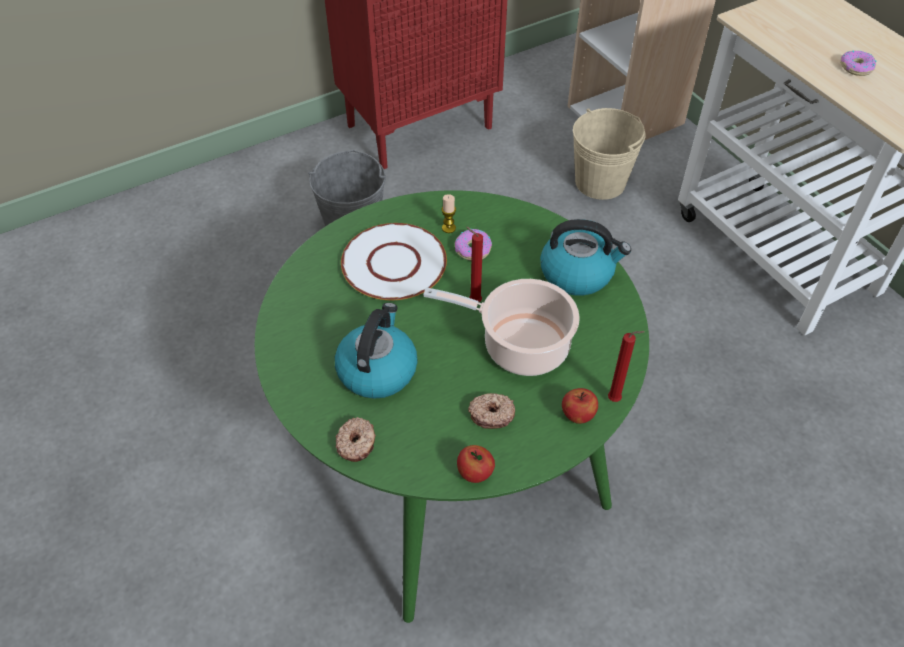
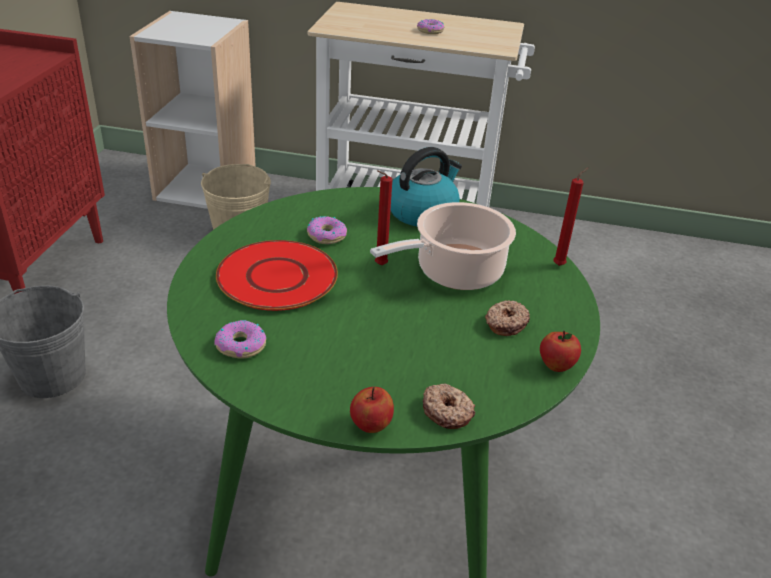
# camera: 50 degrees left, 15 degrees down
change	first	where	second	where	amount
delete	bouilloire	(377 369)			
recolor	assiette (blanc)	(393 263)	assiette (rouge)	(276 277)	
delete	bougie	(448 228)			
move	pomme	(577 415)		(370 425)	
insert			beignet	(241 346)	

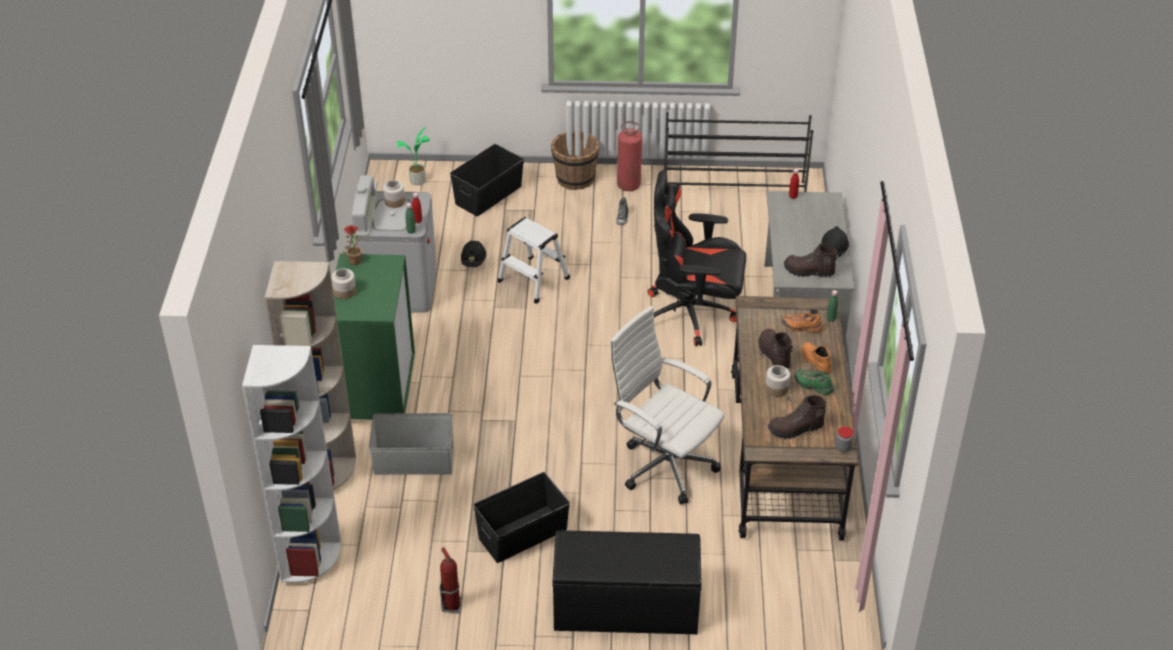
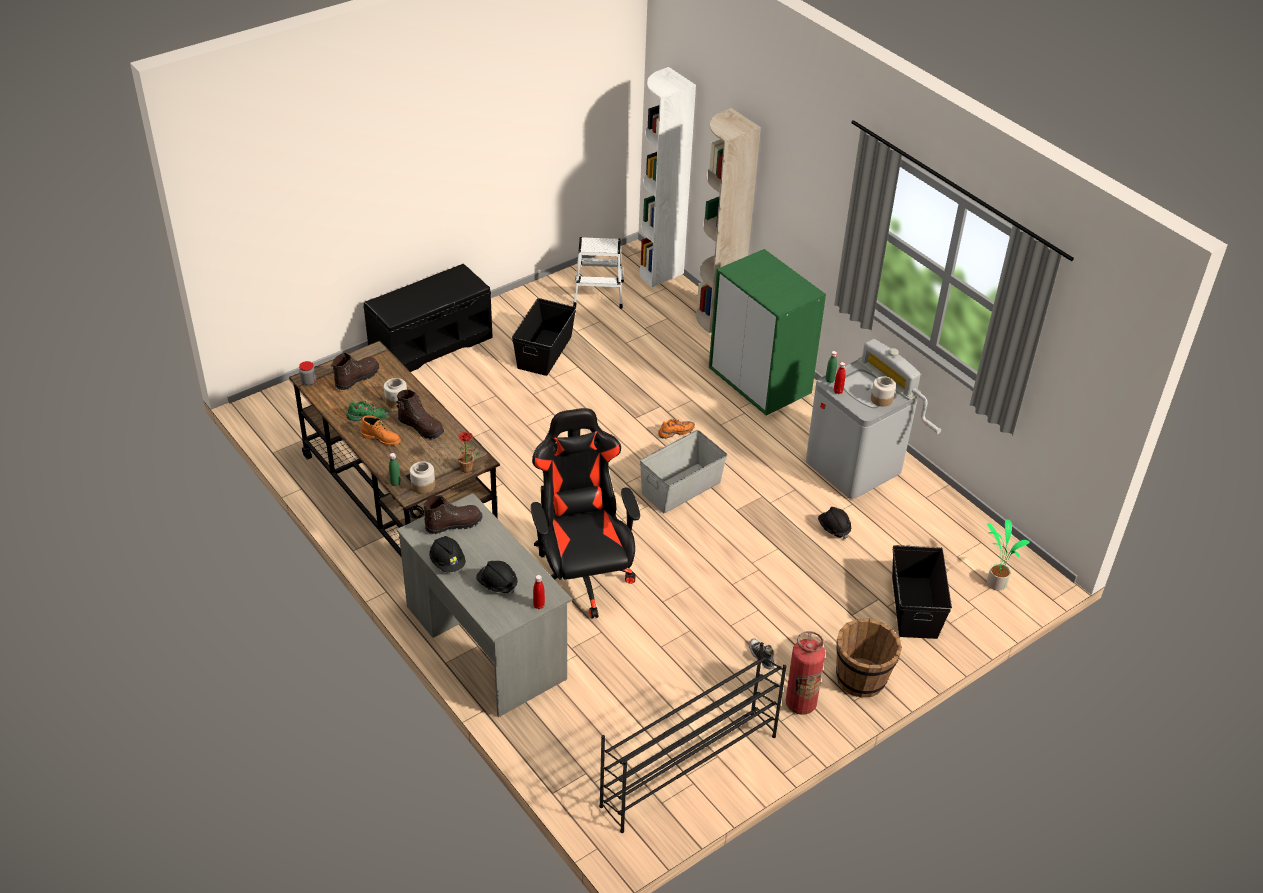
# camera: 140 degrees right, 0 degrees up
change	first	where	second	where	amount
move	bocal	(345 292)		(422 485)	
move	plante en pot	(354 260)		(469 469)	
move	boîte de rangement (gris)	(413 460)		(682 488)	
delete	extincteur	(452 605)			
move	escabeau (blanc)	(533 279)		(599 293)	
delete	chaise de bureau (blanc)	(663 465)			
rotate	chaise de bureau (noir)	(695 316)		(583 583)	75 degrees counterclockwise
move	chaussure (orange)	(801 327)		(675 432)	
insert			casque de chantier (noir)	(497 584)	

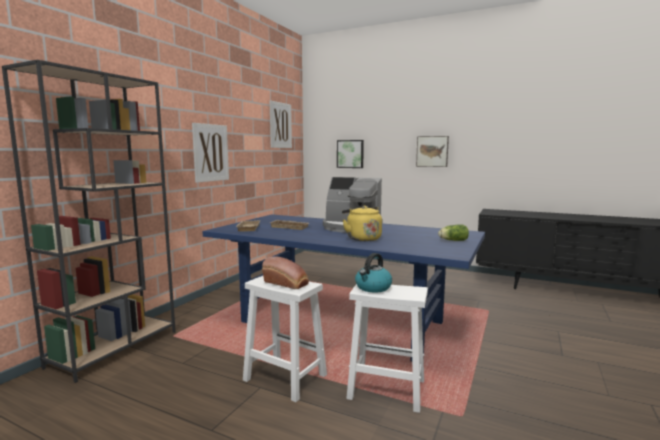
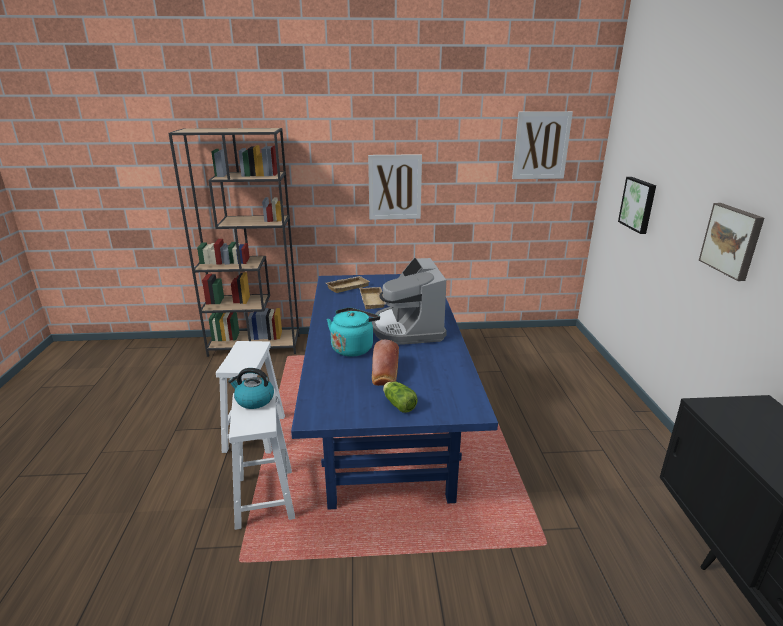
# camera: 60 degrees right, 15 degrees up
change	first	where	second	where	amount
move	pain	(287 283)		(385 374)	
recolor	bouilloire (jaune)	(362 238)	bouilloire (turquoise)	(353 348)	

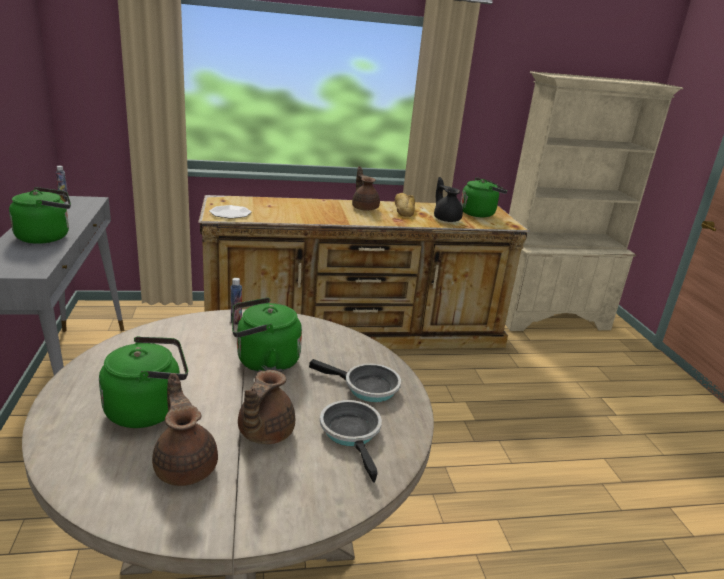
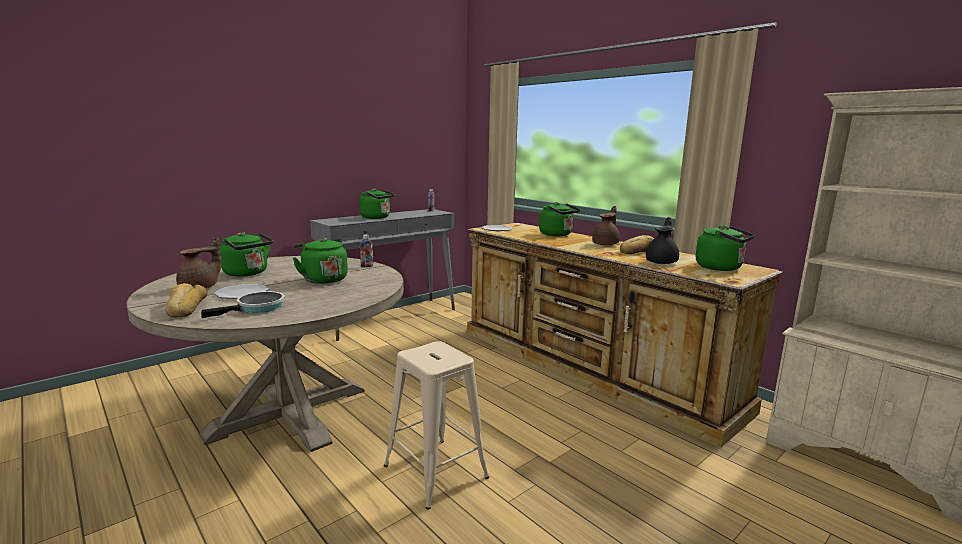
# camera: 60 degrees right, 10 degrees down
change	first	where	second	where	amount
replace	théière (marron)	(264 433)	assiette	(242 293)	
delete	poêle	(366 387)			
insert			pain	(185 307)	
insert			tabouret (beige)	(435 471)	
insert			bouilloire (vert)	(557 234)	

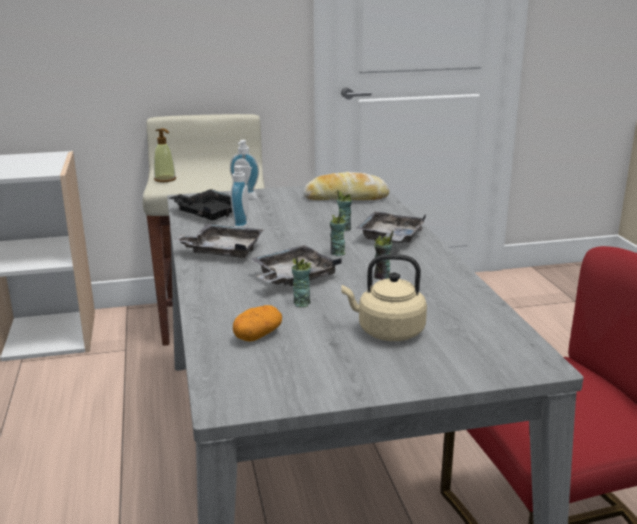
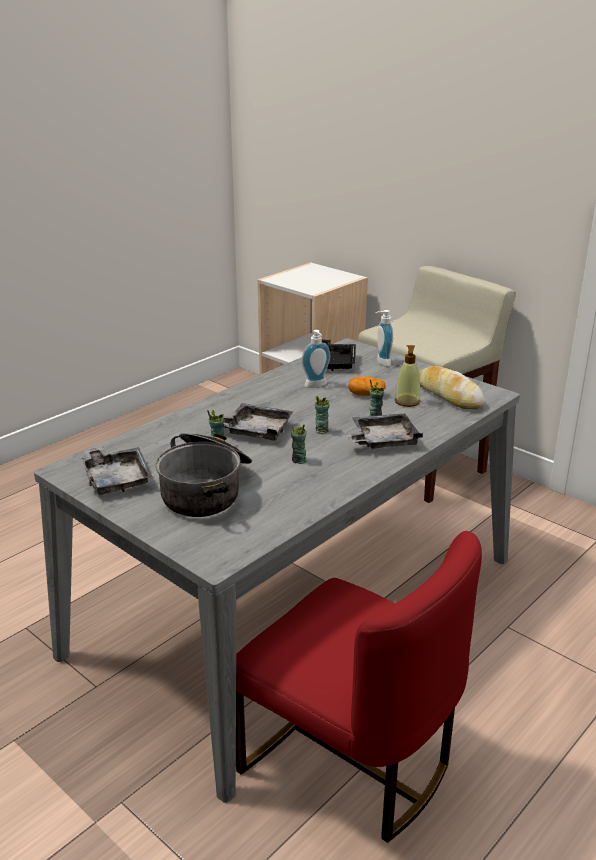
# camera: 55 degrees right, 5 degrees up
change	first	where	second	where	amount
move	distributeur de savon	(165 179)		(407 401)	
move	plateau (gris)	(222 251)		(116 479)	
move	pomme de terre	(257 335)		(366 395)	
replace	bouilloire (beige)	(387 331)	marmite	(207 489)	

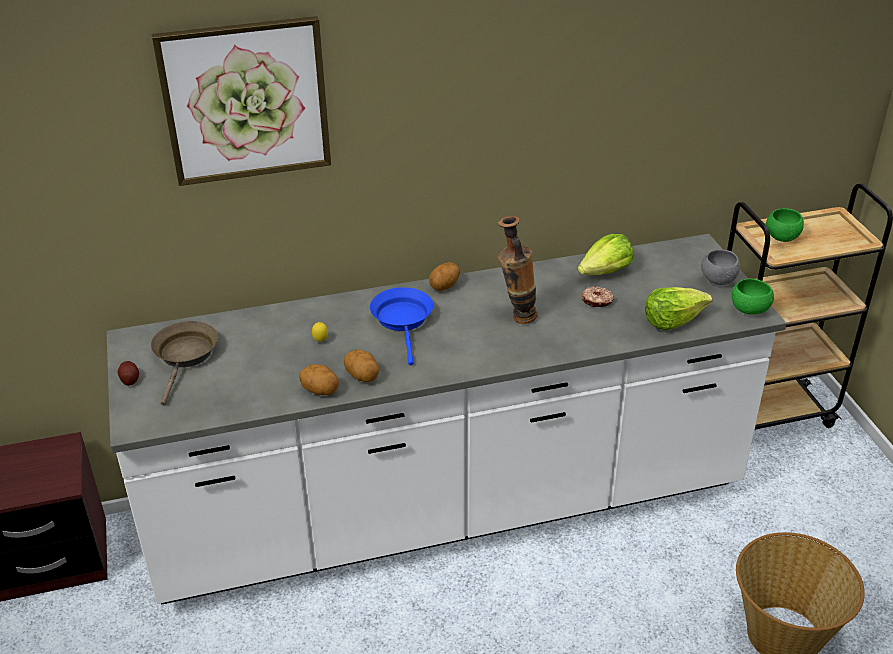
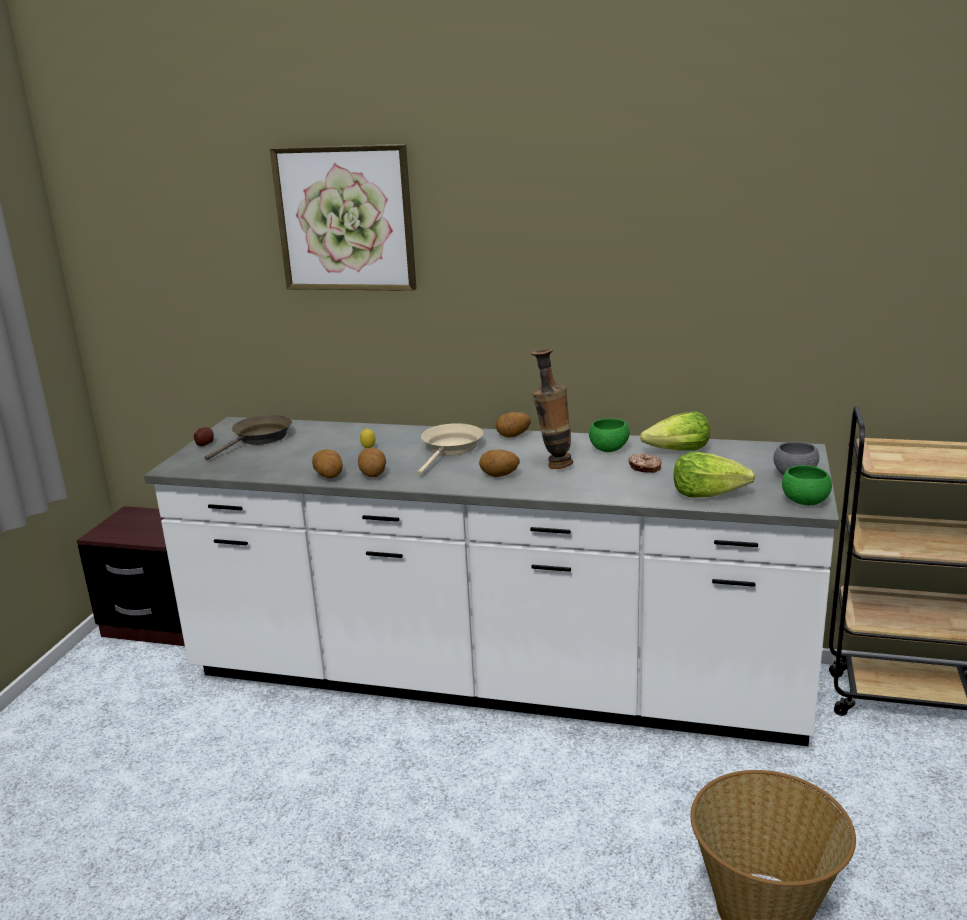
# camera: 30 degrees right, 15 degrees down
change	first	where	second	where	amount
recolor	poêle (bleu)	(403 320)	poêle (beige)	(451 449)	
move	bol (vert)	(781 237)		(608 449)	
insert			pomme de terre	(499 476)	

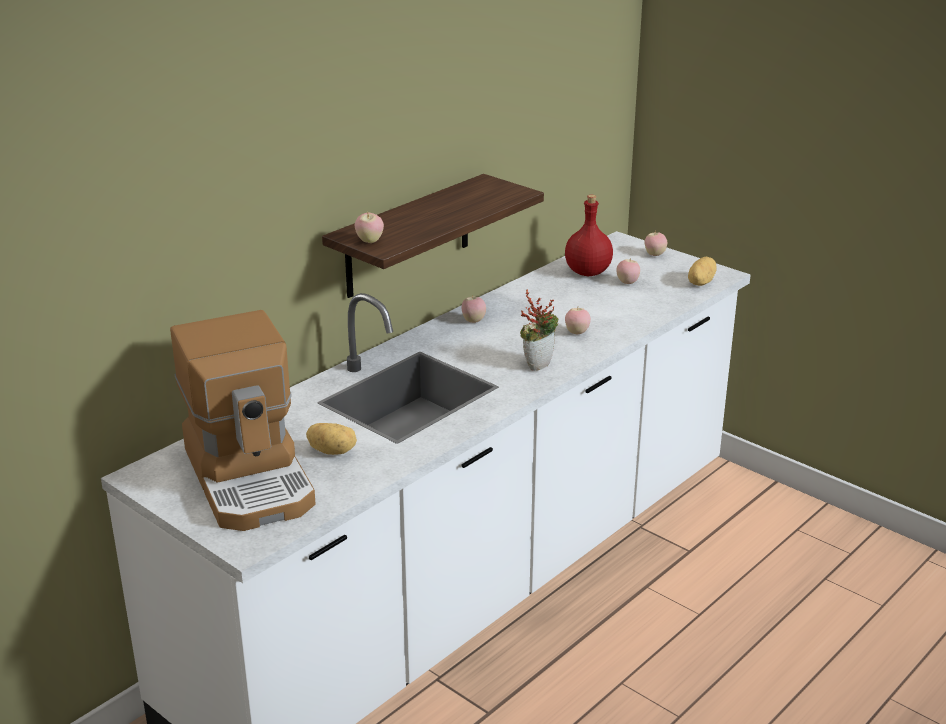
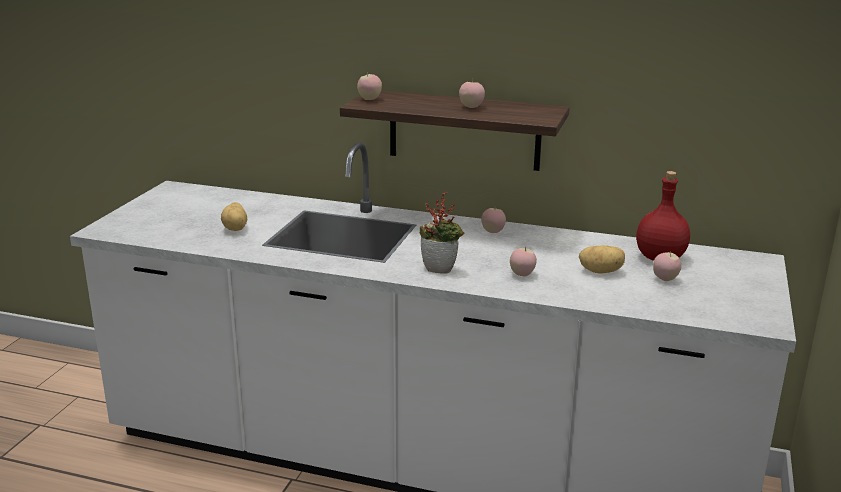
# camera: 65 degrees right, 5 degrees down
change	first	where	second	where	amount
delete	machine à café	(251 478)			
move	pomme	(655 254)		(471 107)	
move	pomme de terre	(699 282)		(601 271)	

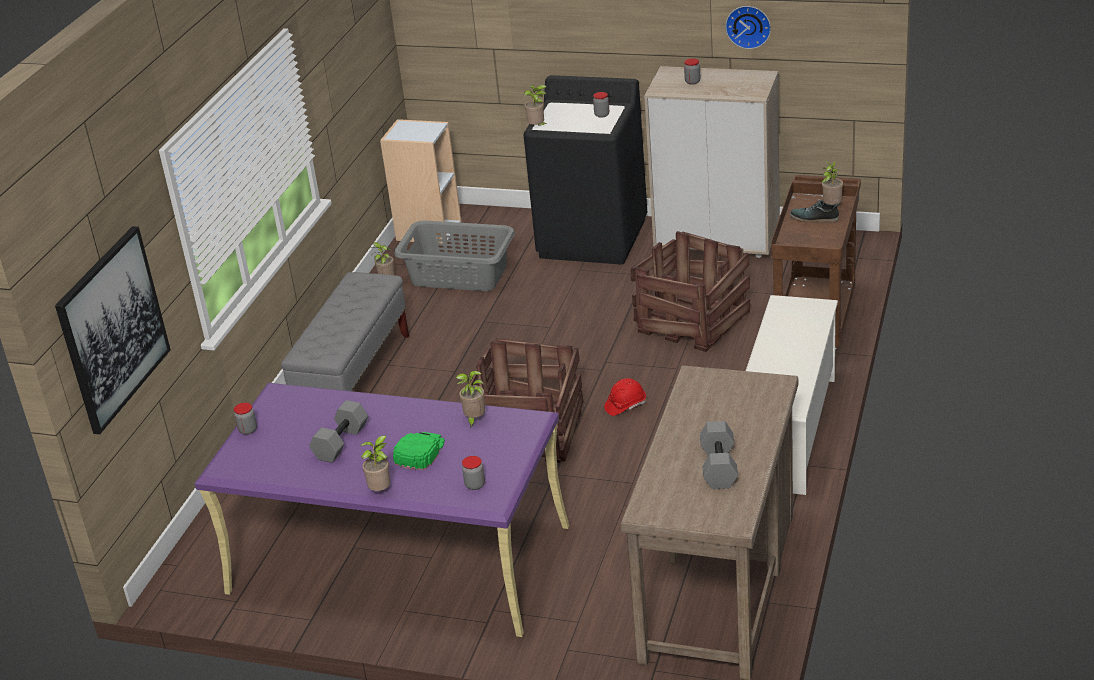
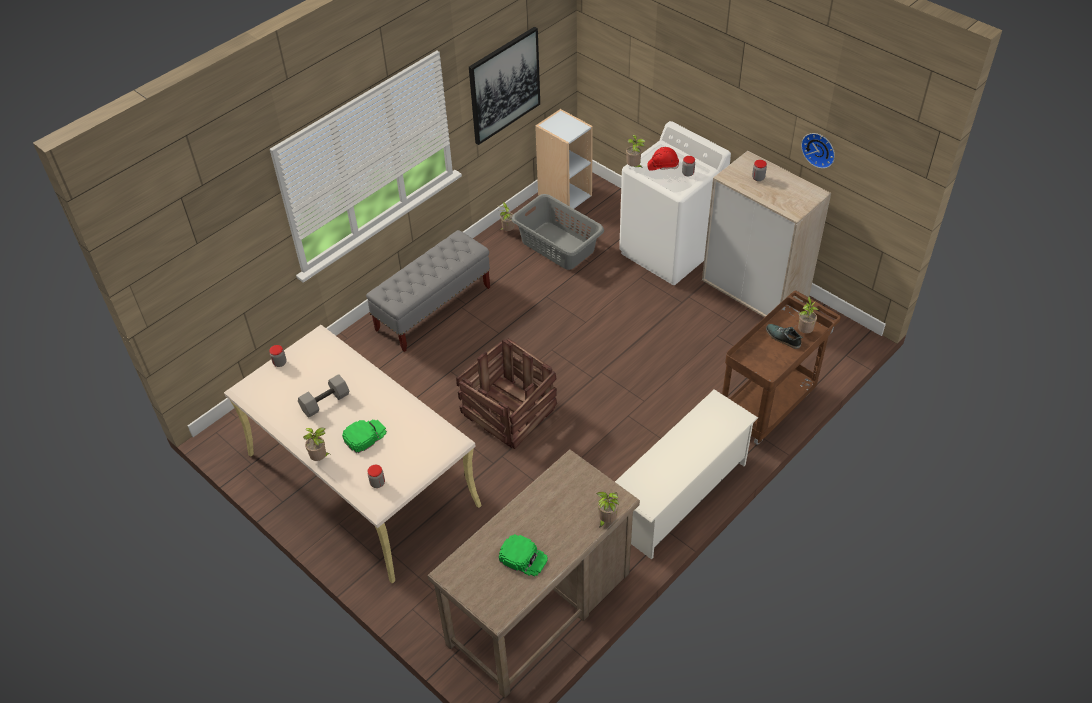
# camera: 25 degrees right, 15 degrees up
change	first	where	second	where	amount
move	tableau	(113 328)		(504 85)	
recolor	bureau (violet)	(397 559)	bureau (beige)	(361 479)	
move	plante en pot	(474 420)		(606 520)	
recolor	lave-linge (noir)	(593 238)	lave-linge (blanc)	(669 251)	
move	casque de chantier (rouge)	(625 405)		(662 166)	
delete	caisse	(693 322)			
replace	haltère (gris)	(717 466)	casquette (vert)	(523 558)	

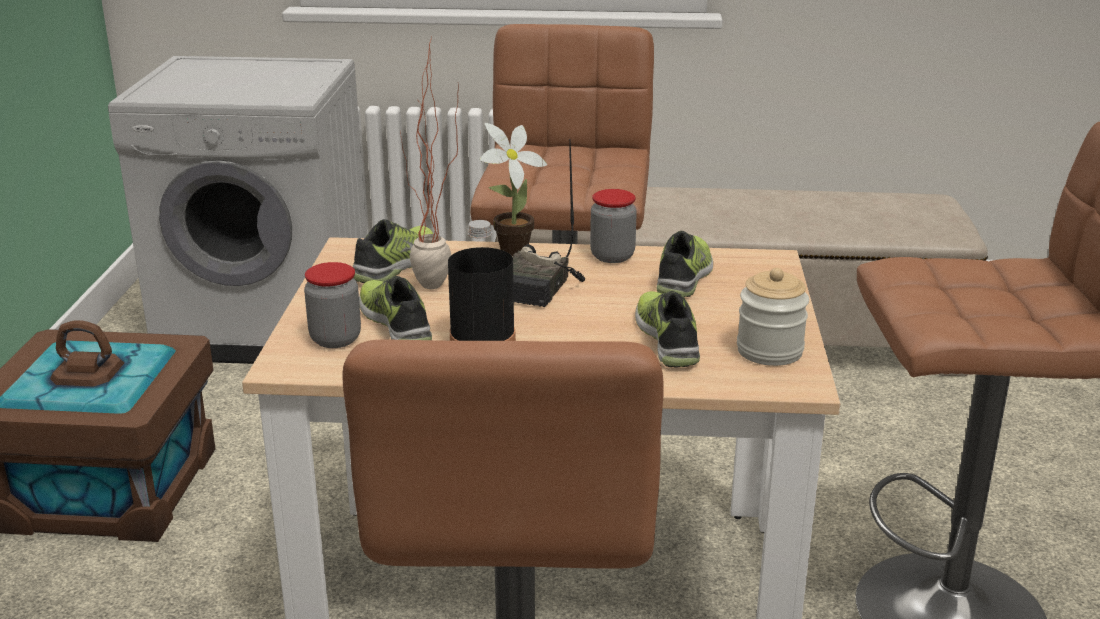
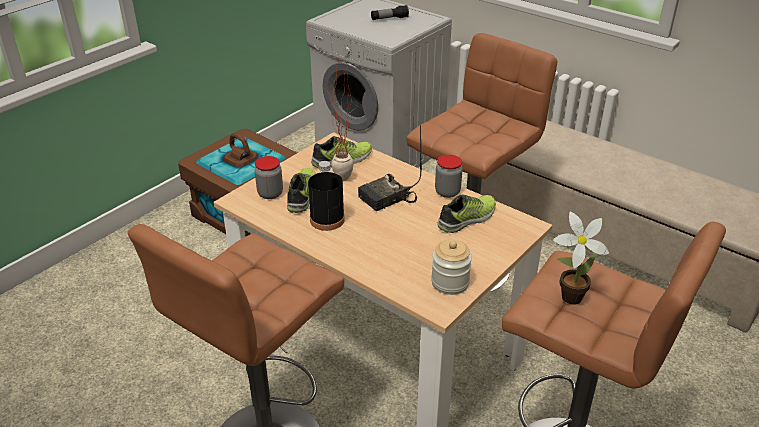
# camera: 35 degrees right, 10 degrees up
change	first	where	second	where	amount
move	plante en pot	(509 251)		(567 297)	
delete	chaussure	(669 339)			
insert			lampe de poche	(389 19)	

